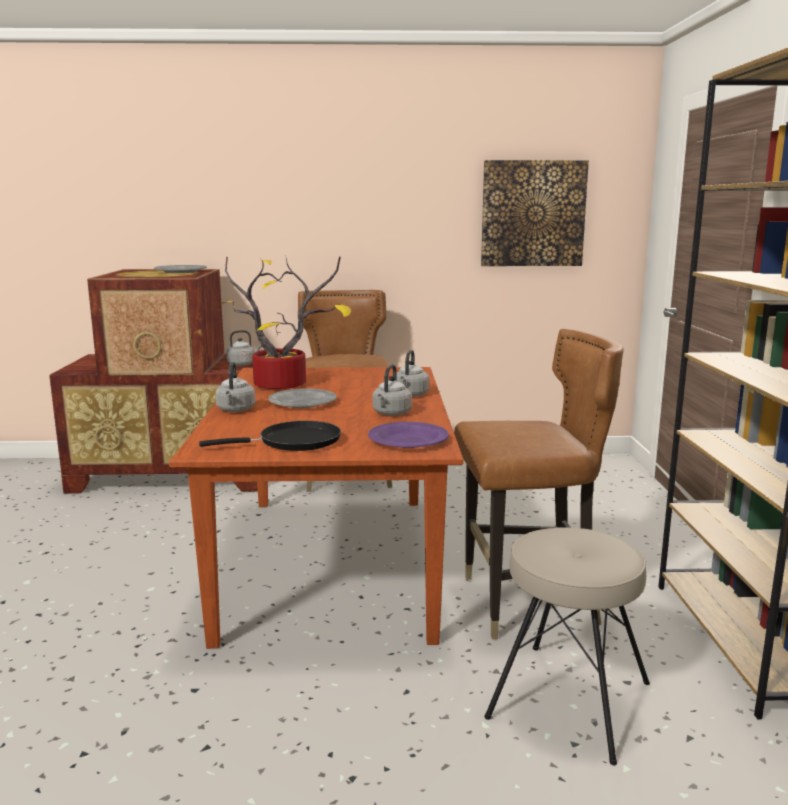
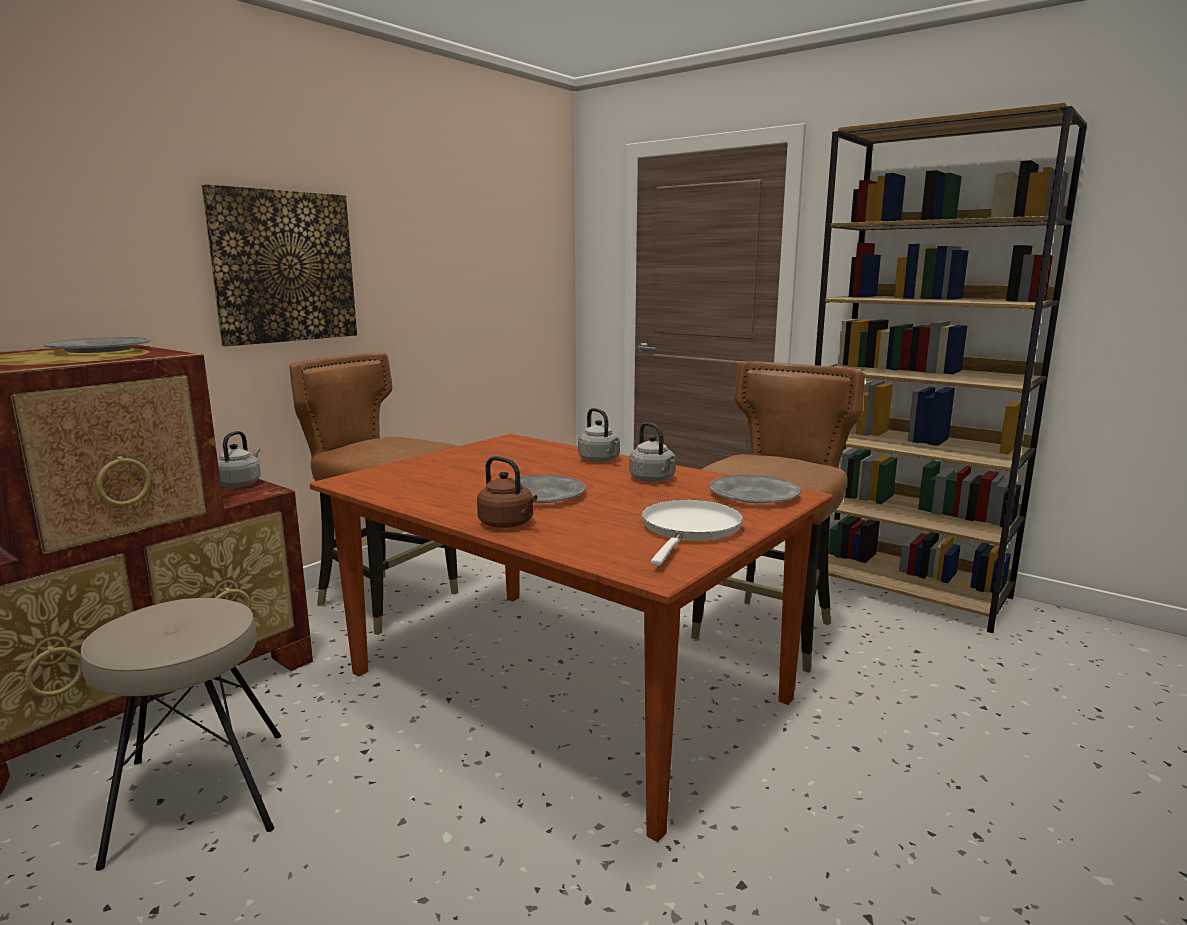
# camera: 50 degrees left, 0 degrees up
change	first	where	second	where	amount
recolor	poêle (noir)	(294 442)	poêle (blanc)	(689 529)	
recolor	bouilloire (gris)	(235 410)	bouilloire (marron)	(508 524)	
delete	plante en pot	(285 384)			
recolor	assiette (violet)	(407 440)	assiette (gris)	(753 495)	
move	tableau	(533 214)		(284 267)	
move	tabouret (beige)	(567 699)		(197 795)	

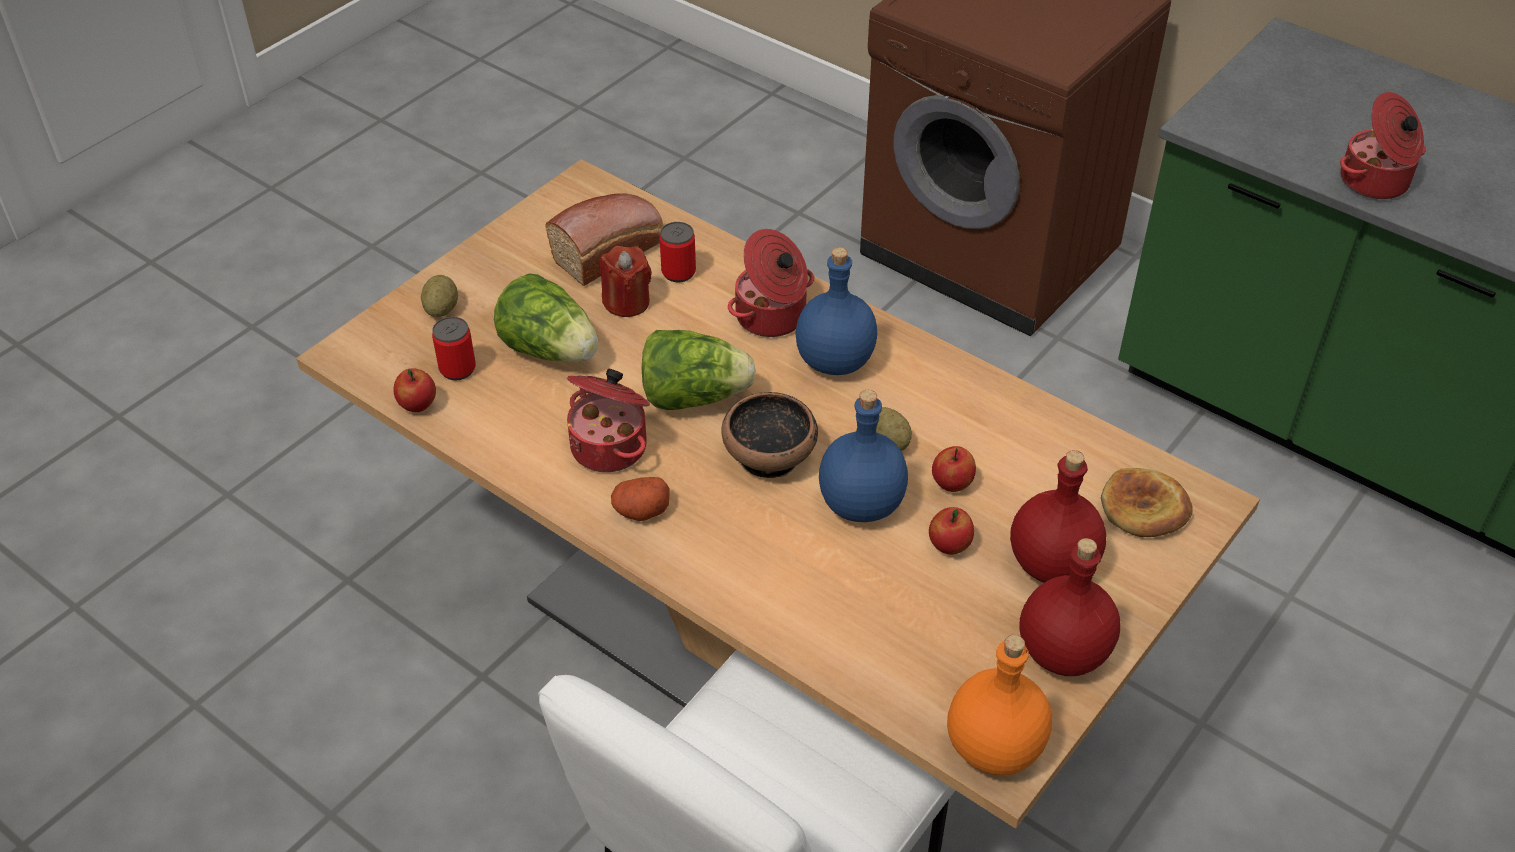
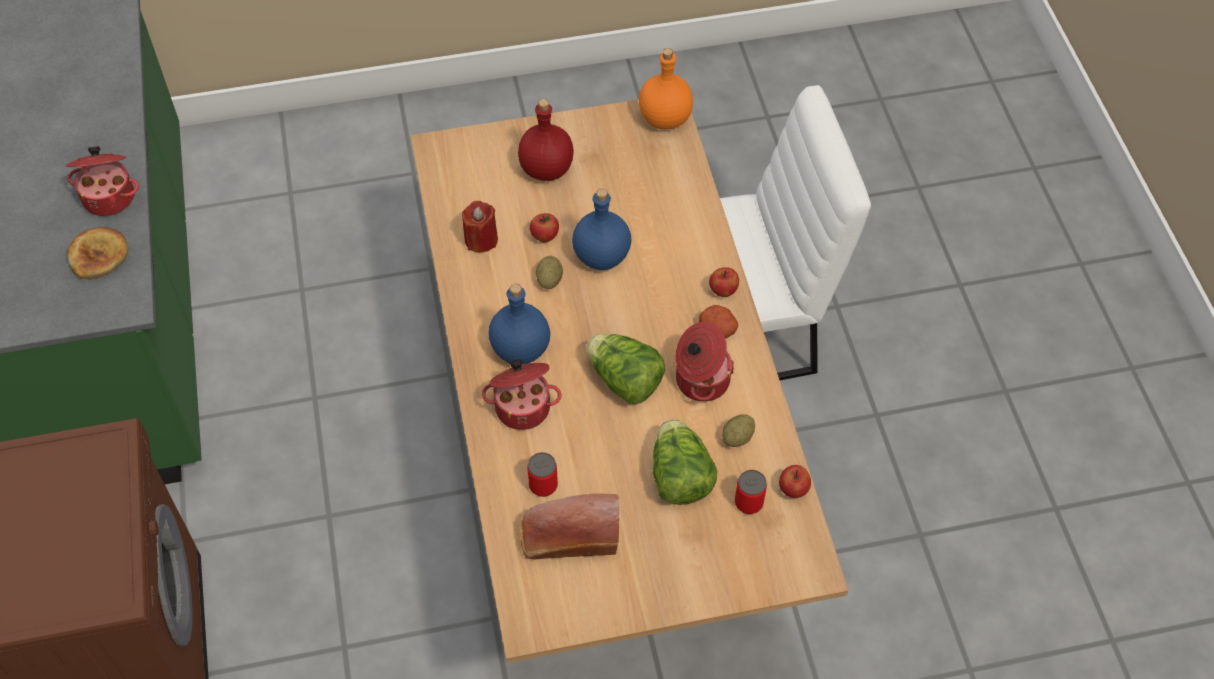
# camera: 140 degrees left, 10 degrees up
change	first	where	second	where	amount
move	pomme de terre	(441 309)		(737 437)	
move	bougie (rouge)	(627 302)		(481 239)	
delete	bol	(770 457)			
move	pomme	(949 546)		(723 291)	
delete	bouteille (rouge)	(1062 651)			
move	pain	(1143 508)		(98 255)	

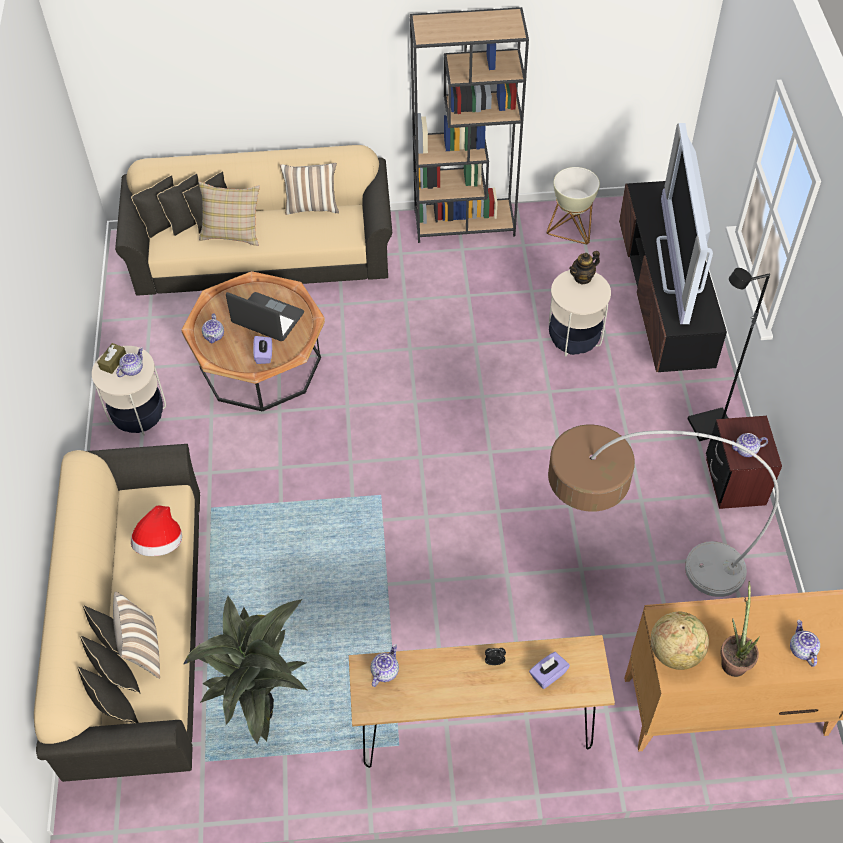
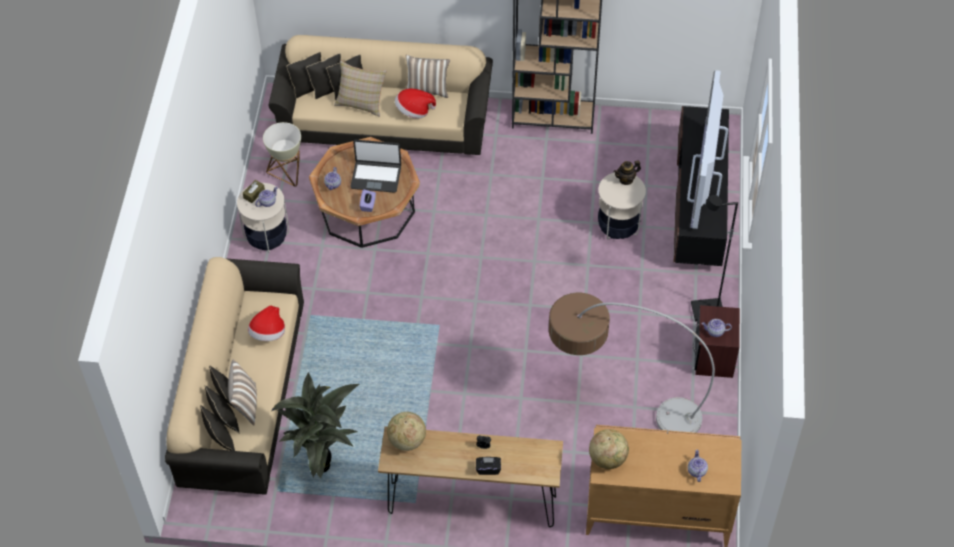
# camera: 10 degrees right, 0 degrees up
change	first	where	second	where	amount
rotate	ordinateur portable	(267 319)		(376 177)	150 degrees clockwise
replace	théière	(384 671)	globe	(407 440)	
delete	boîte à mouchoirs (violet)	(548 674)			
move	cache-pot	(571 230)		(287 172)	
delete	plante en pot	(733 659)			
insert			chapeau	(414 111)	
insert			boîte à mouchoirs (noir)	(488 469)	

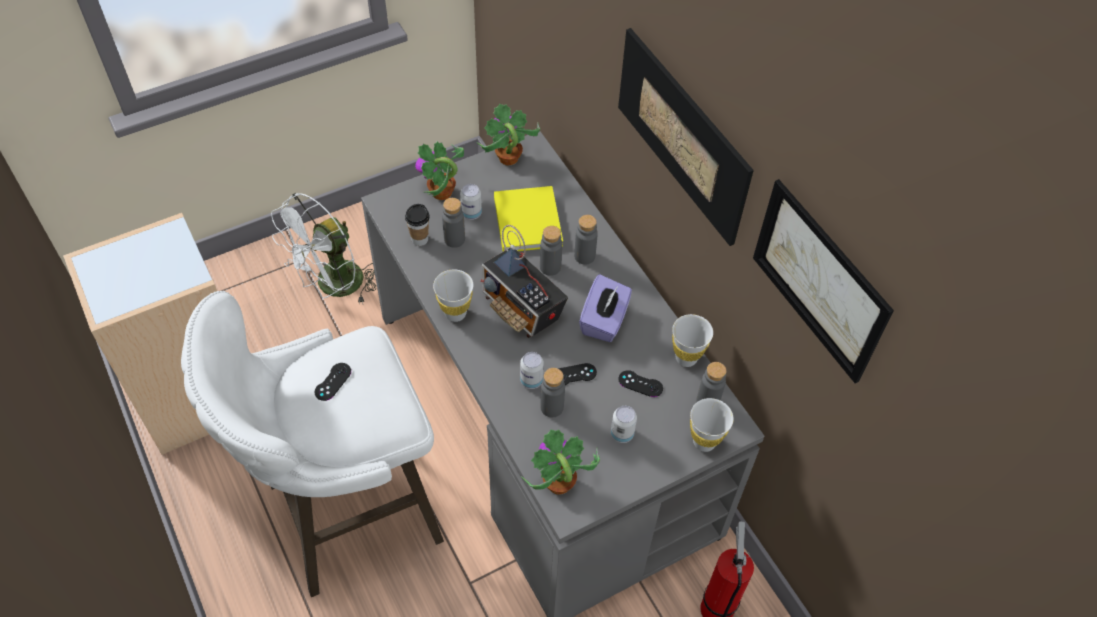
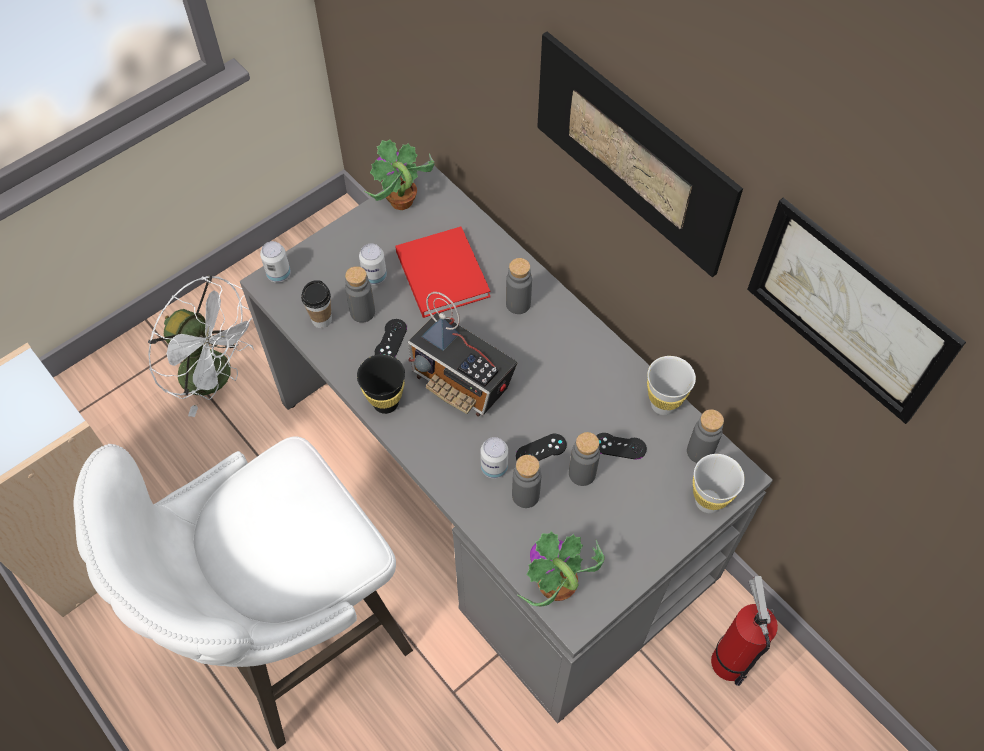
# camera: 10 degrees left, 5 degrees up
change	first	where	second	where	amount
rotate	ventilateur (blanc)	(333 287)		(216 377)	90 degrees counterclockwise
move	manette (noir)	(333 382)		(390 340)	
delete	plante en pot	(442 193)			
recolor	tasse (blanc)	(455 313)	tasse (noir)	(386 403)	
recolor	livre (jaune)	(527 219)	livre (rouge)	(441 271)	
move	bouteille (gris)	(550 267)		(582 473)	
delete	boîte à mouchoirs (violet)	(604 320)			
move	boîte métallique	(622 434)		(279 274)	

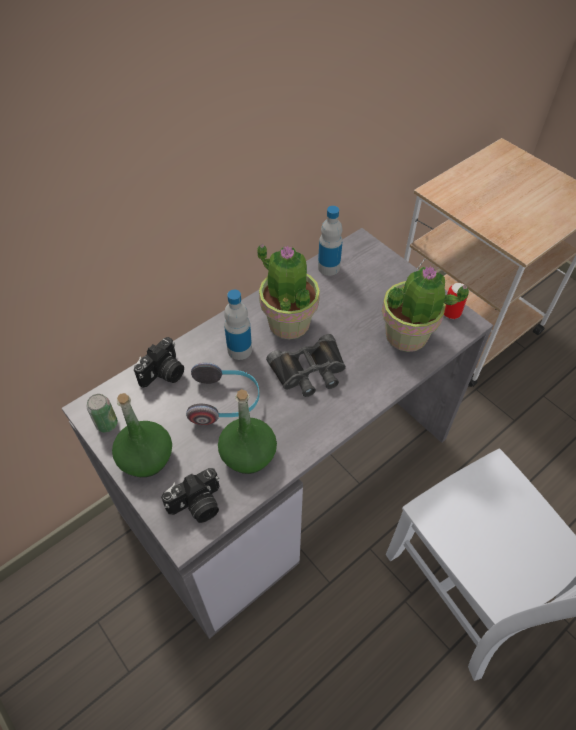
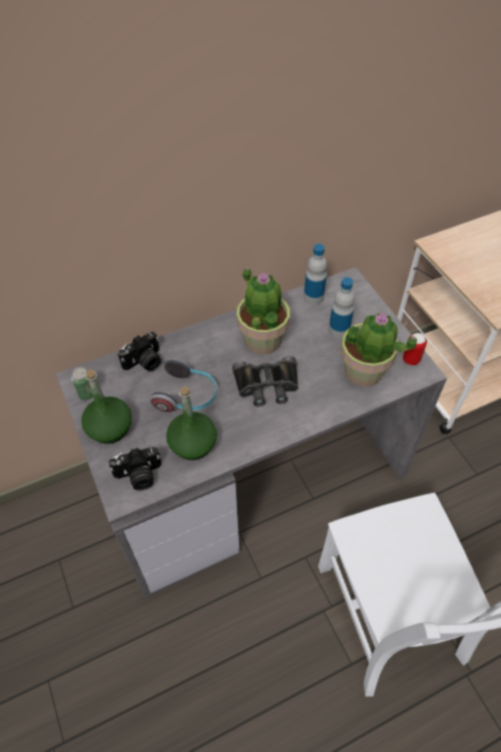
# camera: 15 degrees right, 0 degrees up
change	first	where	second	where	amount
move	bouteille	(239 350)		(339 330)	

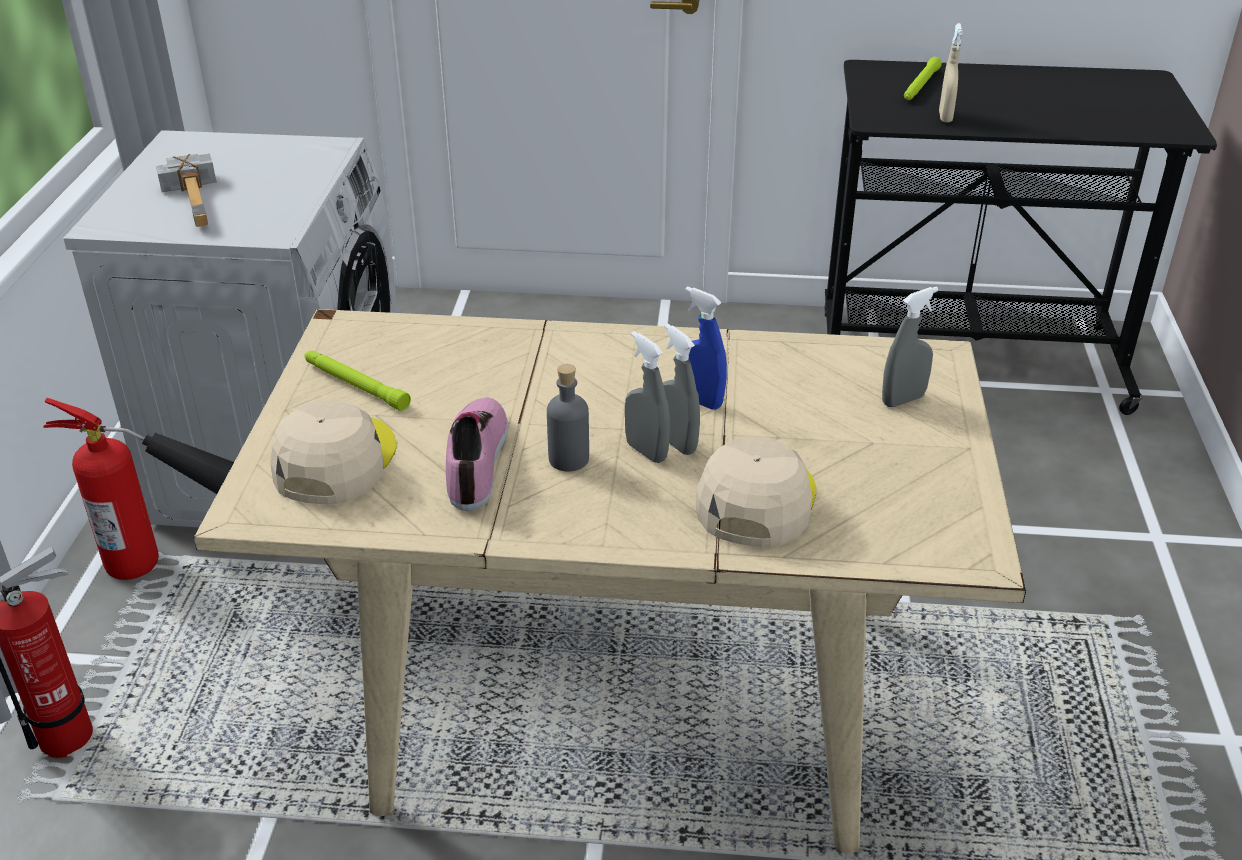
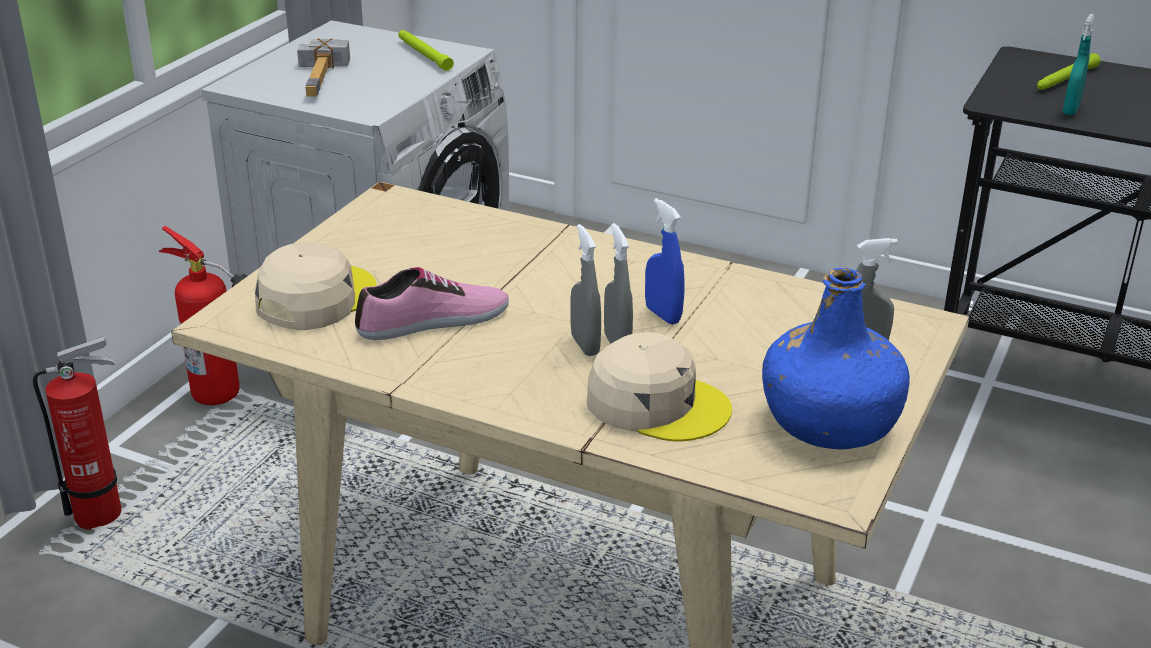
# camera: 20 degrees right, 5 degrees down
change	first	where	second	where	amount
move	lampe de poche (vert)	(354 385)		(423 54)	
rotate	chaussure	(478 460)		(434 321)	45 degrees clockwise
delete	bouteille (gris)	(569 459)			
rotate	casquette (beige)	(755 500)		(657 404)	75 degrees clockwise
recolor	vaporisateur (beige)	(945 117)	vaporisateur (turquoise)	(1070 110)	
insert			bouteille (bleu)	(830 421)	

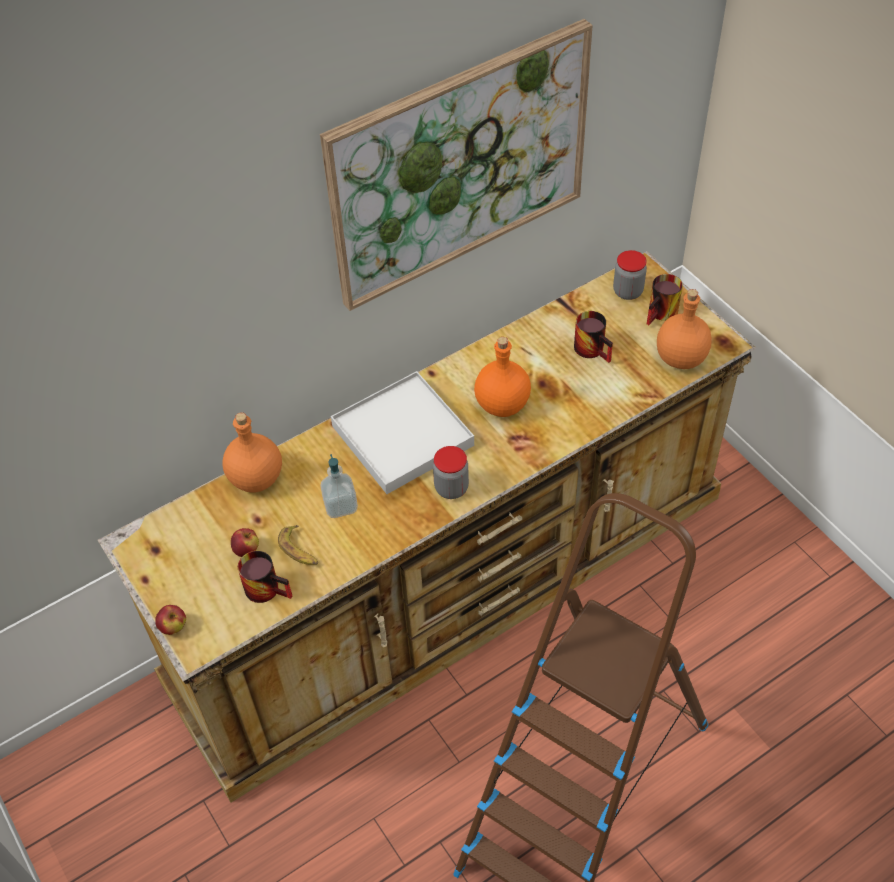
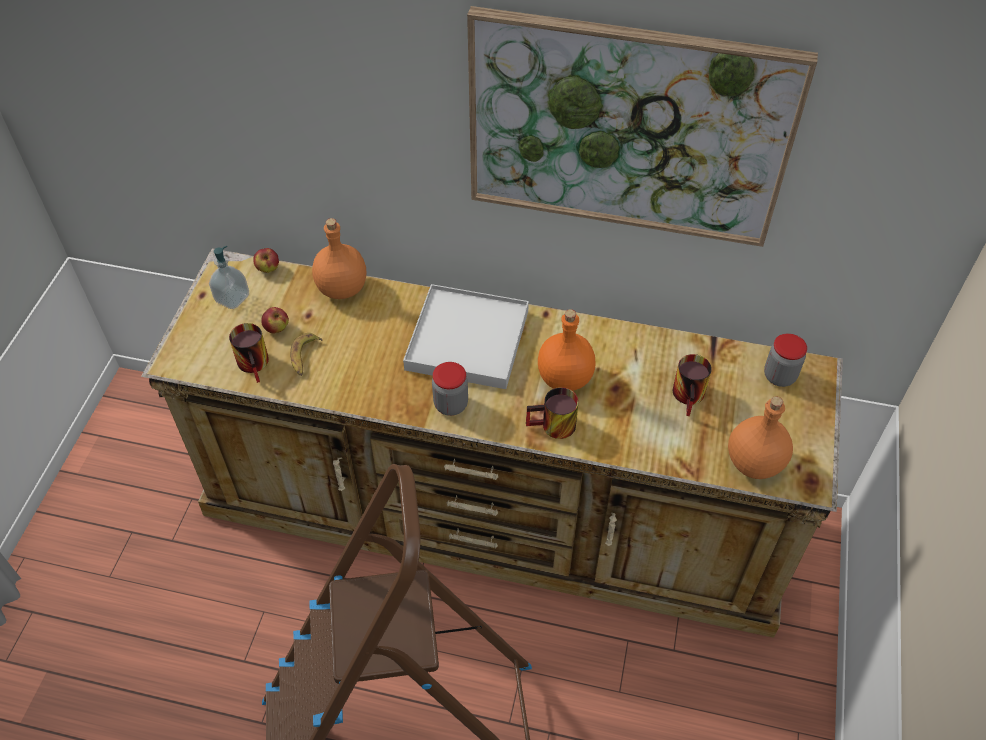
# camera: 45 degrees right, 0 degrees up
change	first	where	second	where	amount
move	pomme	(173 627)		(268 269)	
move	distributeur de savon	(340 505)		(232 298)	
move	mug	(662 314)		(553 428)	

